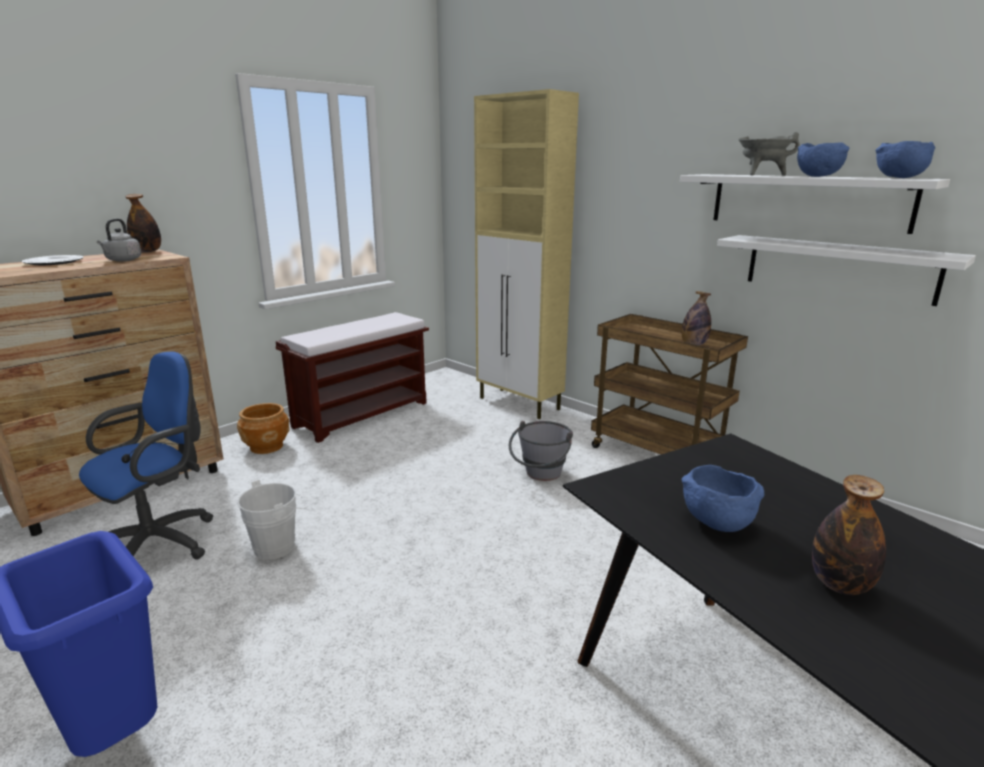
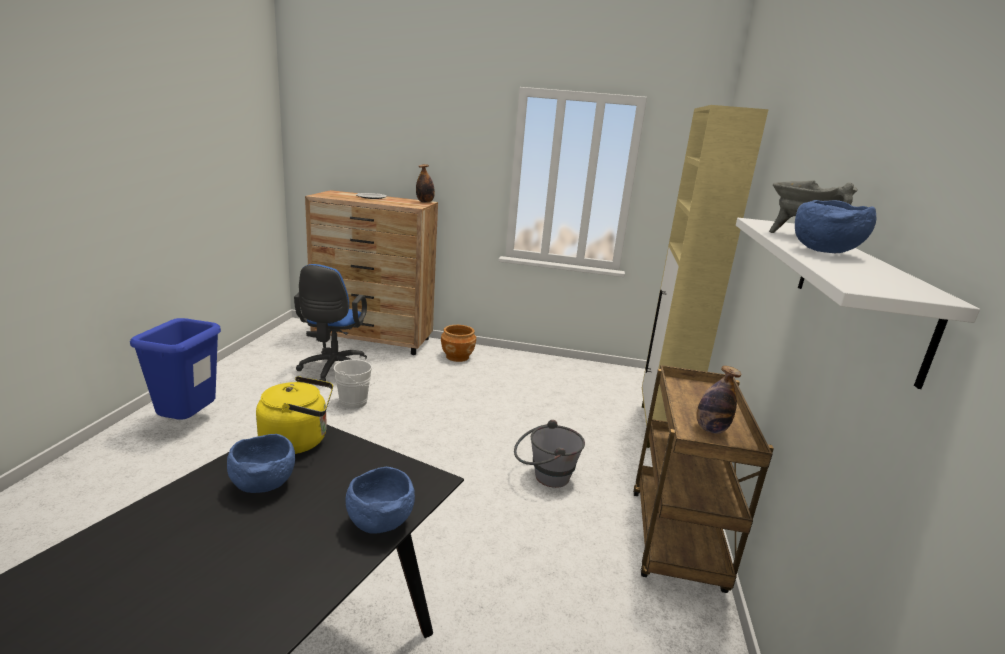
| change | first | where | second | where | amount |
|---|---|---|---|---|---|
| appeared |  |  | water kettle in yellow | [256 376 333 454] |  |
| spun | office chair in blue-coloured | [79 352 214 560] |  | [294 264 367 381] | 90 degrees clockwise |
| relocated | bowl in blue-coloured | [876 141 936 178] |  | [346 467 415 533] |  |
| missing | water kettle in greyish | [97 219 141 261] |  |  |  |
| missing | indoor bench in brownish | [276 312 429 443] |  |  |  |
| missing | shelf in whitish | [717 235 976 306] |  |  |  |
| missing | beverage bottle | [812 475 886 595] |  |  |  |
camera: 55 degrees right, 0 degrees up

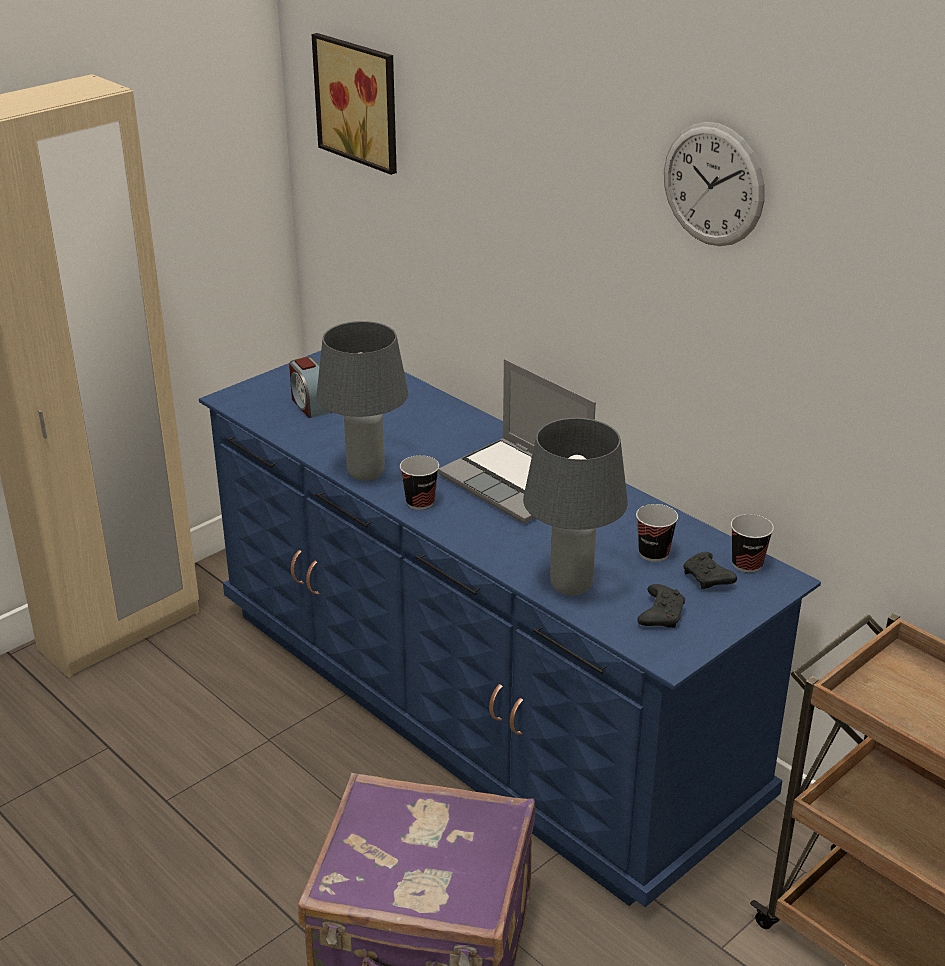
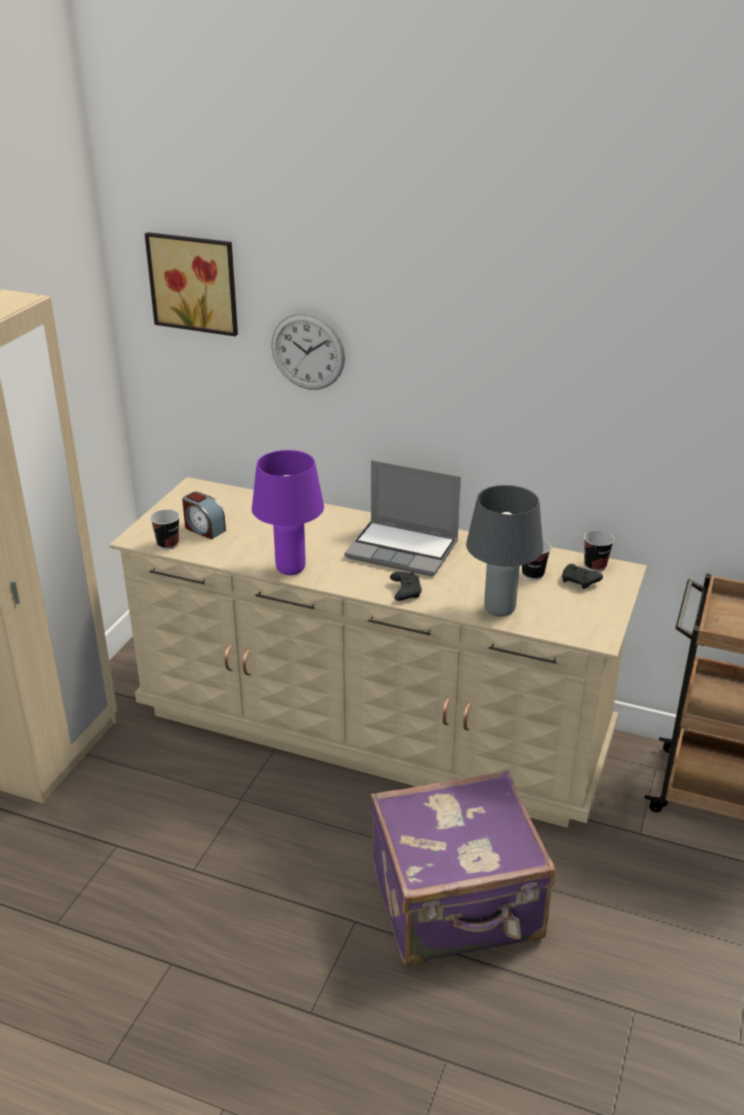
| change | first | where | second | where | amount |
|---|---|---|---|---|---|
| colour | drawer chest in blue-coloured | [199 351 821 907] | drawer chest in sand-coloured | [109 477 647 828] |  |
| relocated | small cup | [400 455 439 510] |  | [150 510 180 549] |  |
| colour | tabletop lamp in greyish | [316 321 408 481] | tabletop lamp in purple | [252 450 324 575] |  |
| relocated | wall clock | [664 122 765 246] |  | [271 313 345 390] |  |
| relocated | joypad in black | [637 584 685 628] |  | [390 572 422 601] |  |
camera: 25 degrees left, 0 degrees up

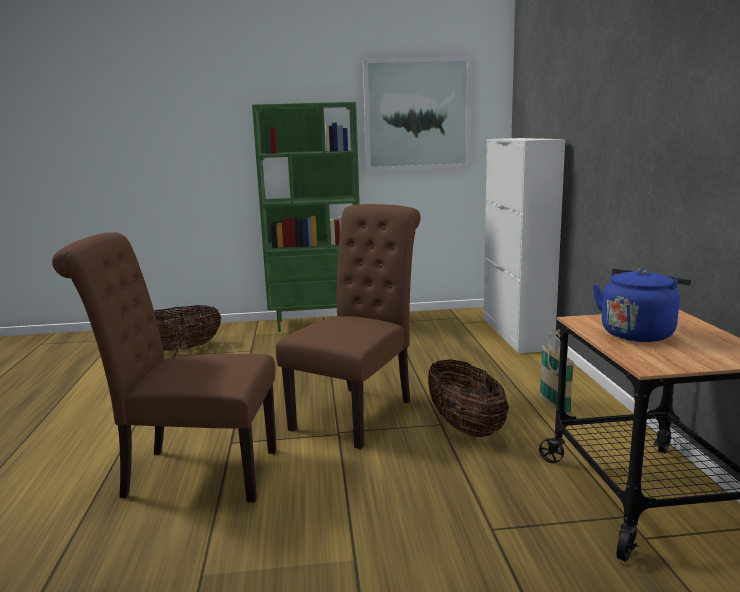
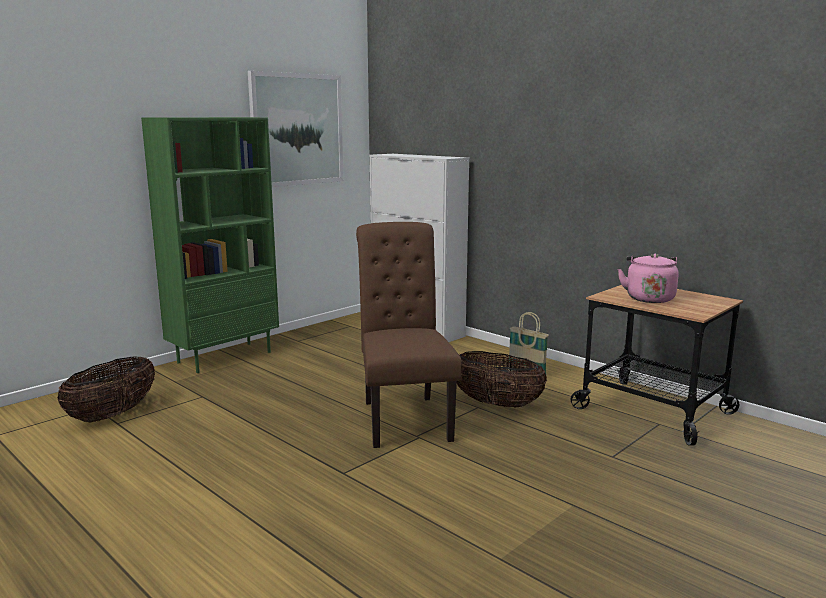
| change | first | where | second | where | amount |
|---|---|---|---|---|---|
| colour | water kettle in blue-coloured | [592 268 691 342] | water kettle in pink-coloured | [618 254 679 303] |  |
| missing | chair in brownish | [52 232 277 502] |  |  |  |
camera: 40 degrees left, 0 degrees up

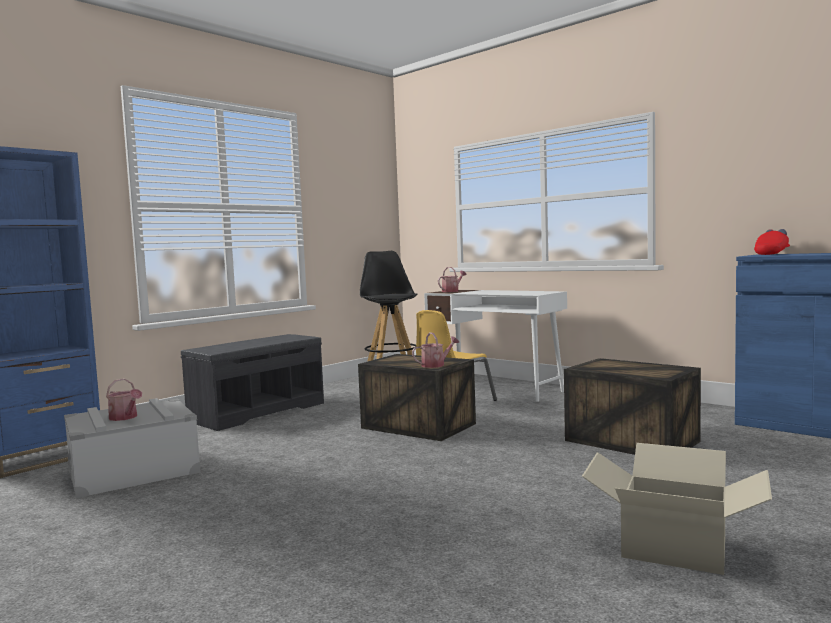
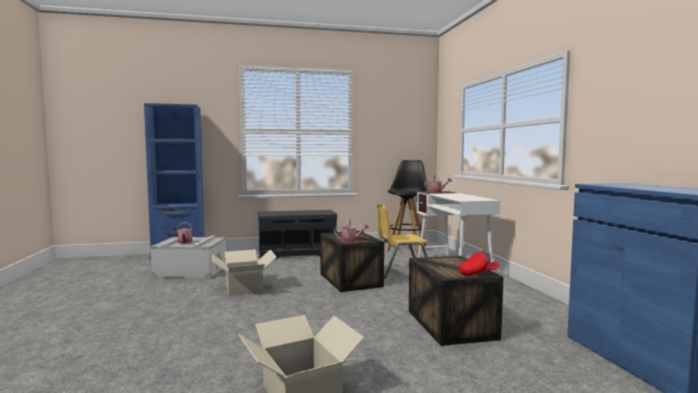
| change | first | where | second | where | amount |
|---|---|---|---|---|---|
| appeared |  |  | carton | [211 249 277 296] |  |
| relocated | peaked cap in red | [754 229 790 255] |  | [459 250 500 276] |  |
camera: 35 degrees right, 0 degrees up

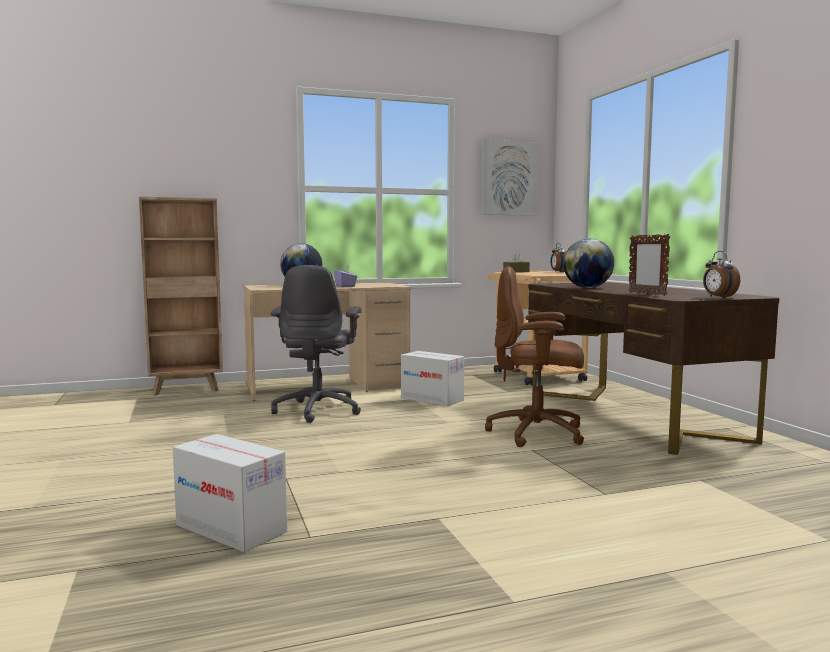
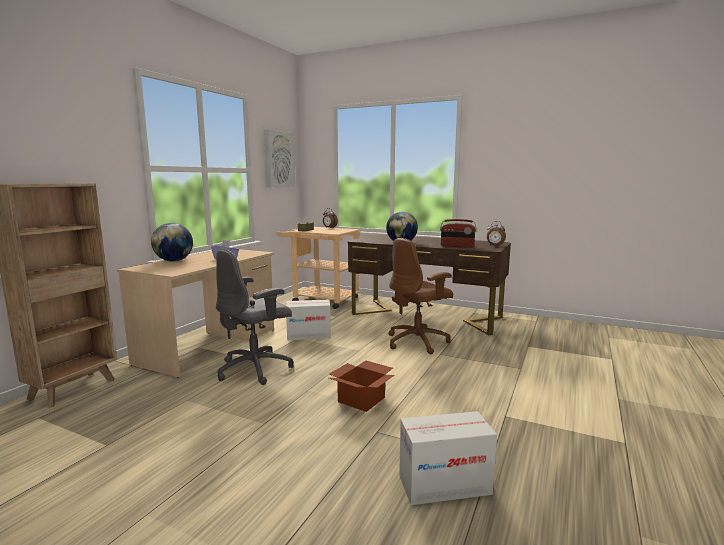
| change | first | where | second | where | amount |
|---|---|---|---|---|---|
| spun | office chair in greyish | [271 265 362 423] |  | [216 249 294 385] | 90 degrees clockwise |
| appeared |  |  | carton | [329 360 394 412] |  |
| exchanged | picture frame | [629 234 670 296] | radio receiver | [440 219 477 248] |  |
camera: 45 degrees left, 5 degrees up

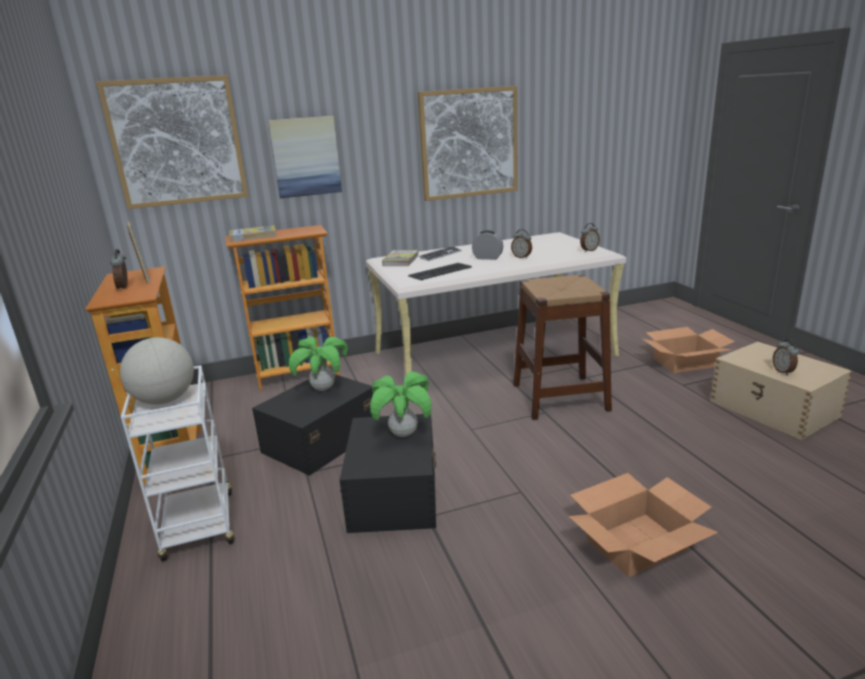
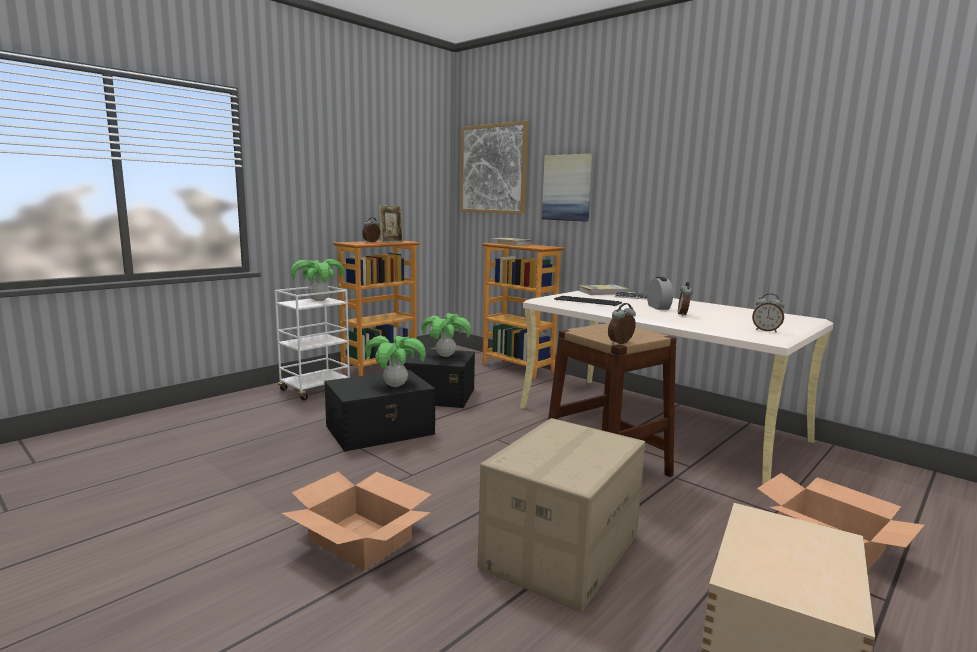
| change | first | where | second | where | amount |
|---|---|---|---|---|---|
| exchanged | desk globe | [120 337 194 405] | potted plant | [291 259 344 301] |  |
| appeared |  |  | carton | [478 418 645 613] |  |
| relocated | bedside clock | [773 339 799 375] |  | [608 303 636 344] |  |
| missing | wall picture | [418 86 517 201] |  |  |  |
camera: 60 degrees right, 10 degrees down

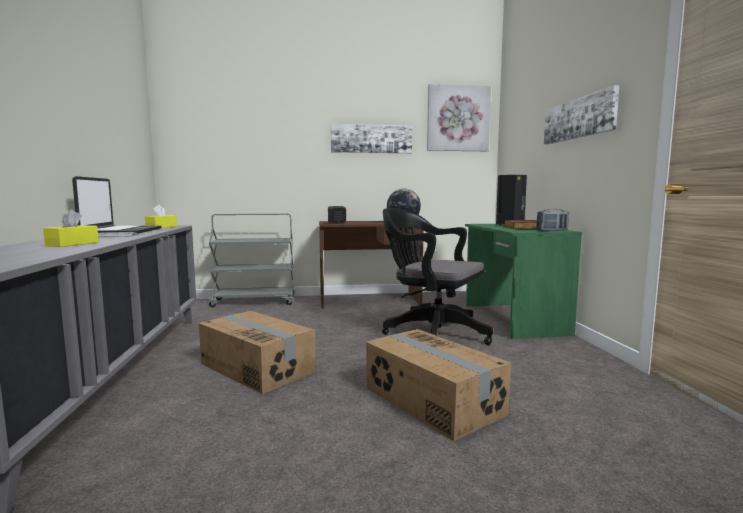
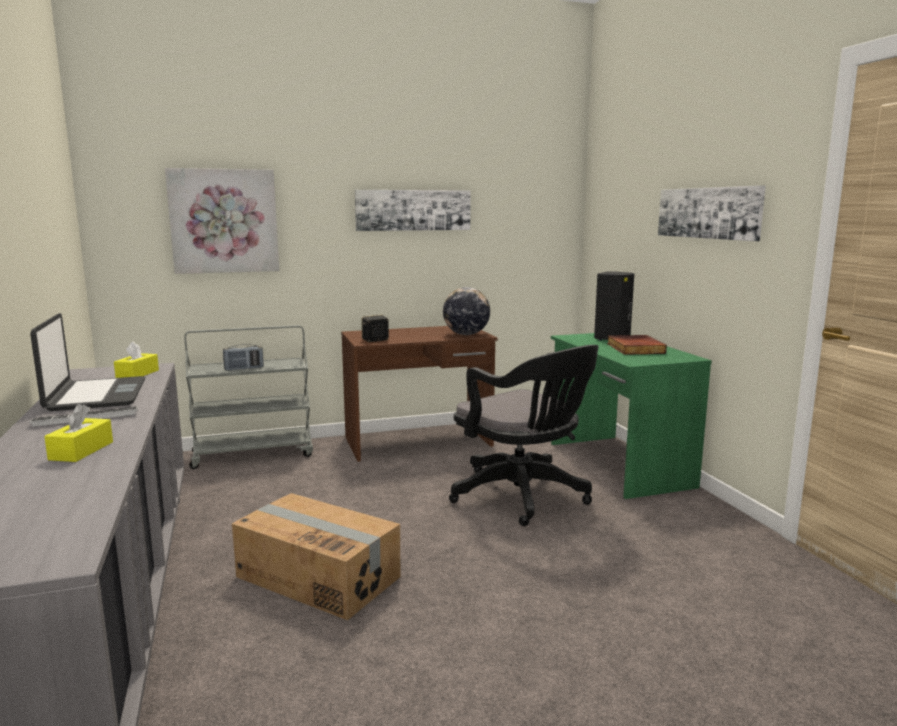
| change | first | where | second | where | amount |
|---|---|---|---|---|---|
| relocated | wall picture | [427 84 491 151] |  | [165 168 279 274] |  |
| relocated | radio receiver | [537 209 569 231] |  | [223 344 263 371] |  |
| spun | office chair in black | [382 208 493 345] |  | [449 345 599 526] | 150 degrees counterclockwise |
| missing | carton | [366 329 511 441] |  |  |  |
camera: 10 degrees left, 5 degrees up

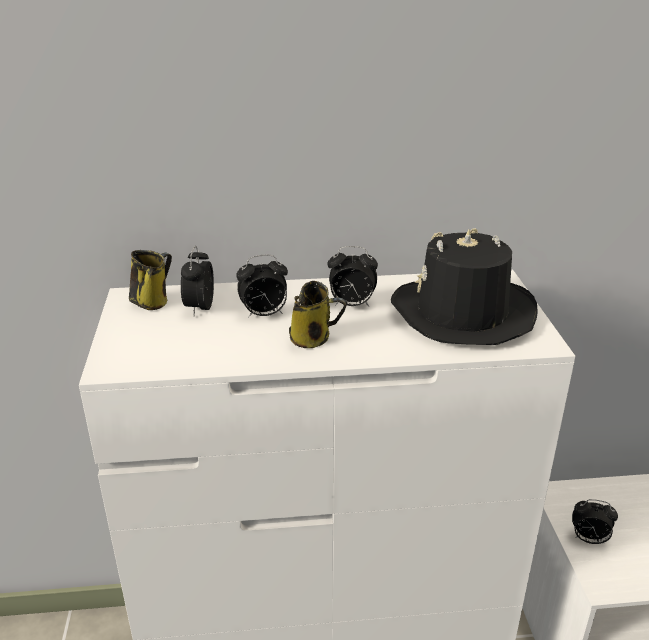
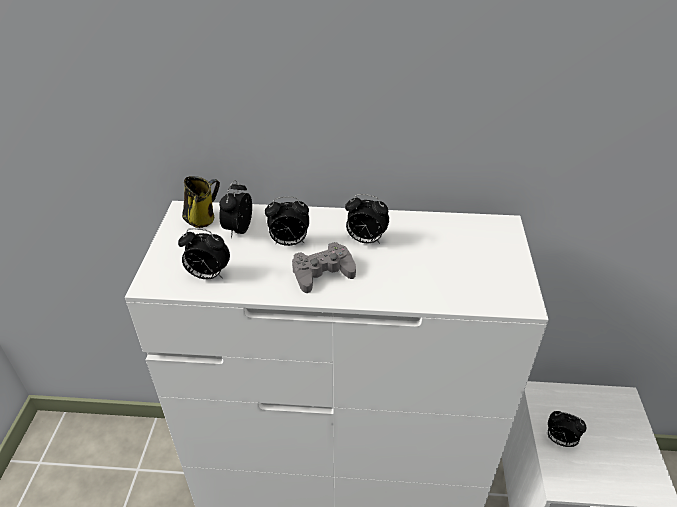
| change | first | where | second | where | amount |
|---|---|---|---|---|---|
| appeared |  |  | bedside clock | [178 228 230 279] |  |
| exchanged | mug | [289 281 346 348] | joypad in greyish | [292 242 356 293] |  |
| missing | wearable hat in black | [391 228 538 345] |  |  |  |
camera: 10 degrees right, 10 degrees up

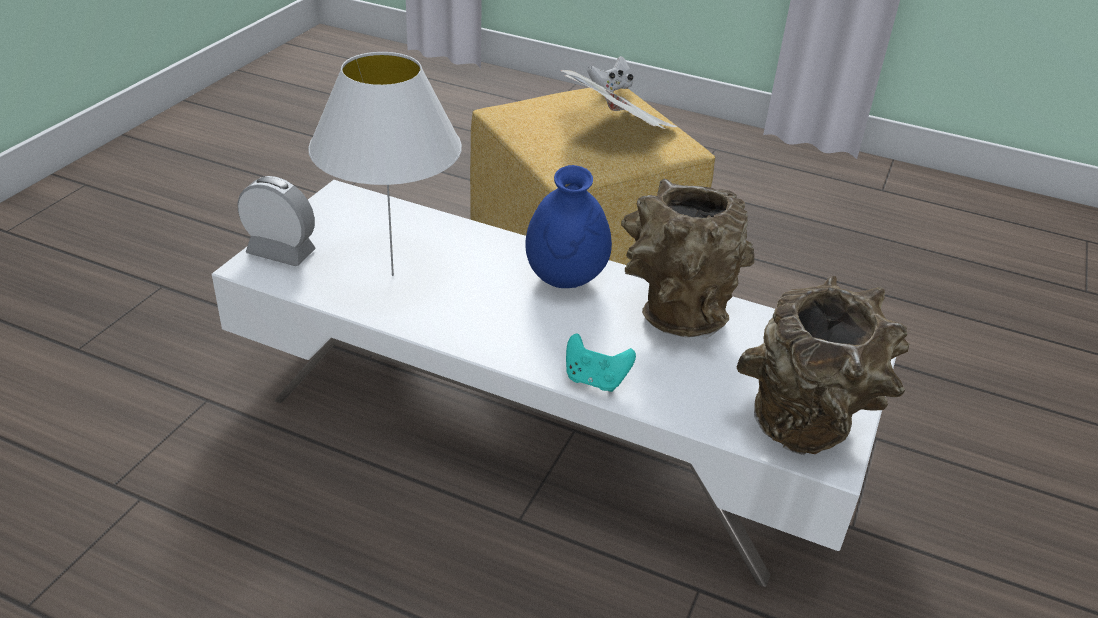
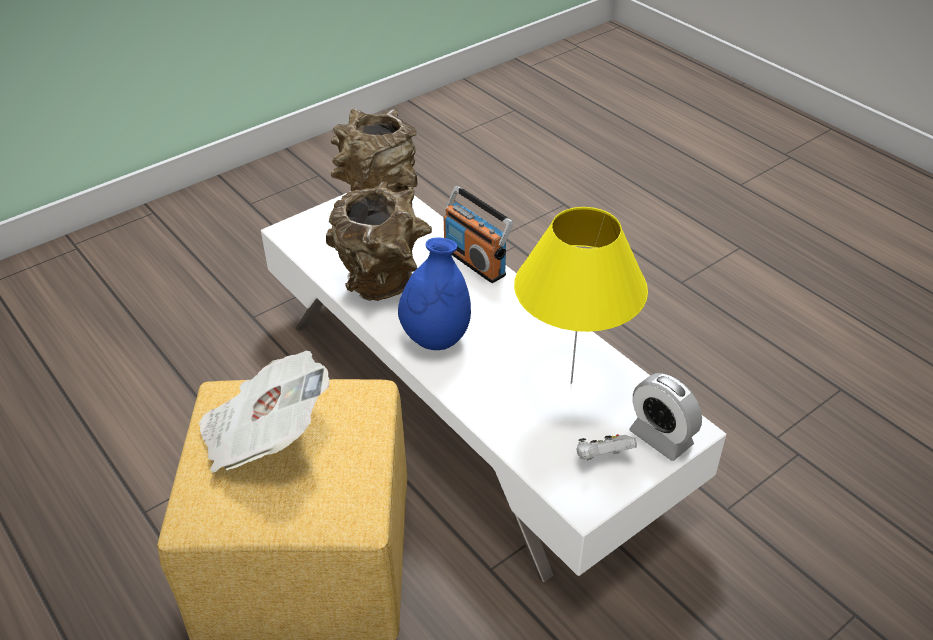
| change | first | where | second | where | amount |
|---|---|---|---|---|---|
| exchanged | joypad in turquoise | [566 334 636 392] | radio receiver | [444 186 513 283] |  |
| colour | tabletop lamp in whitish | [308 52 462 276] | tabletop lamp in yellow | [514 207 648 384] |  |
| relocated | joypad in whitish | [588 56 633 92] |  | [576 434 637 460] |  |
camera: 150 degrees left, 5 degrees up

